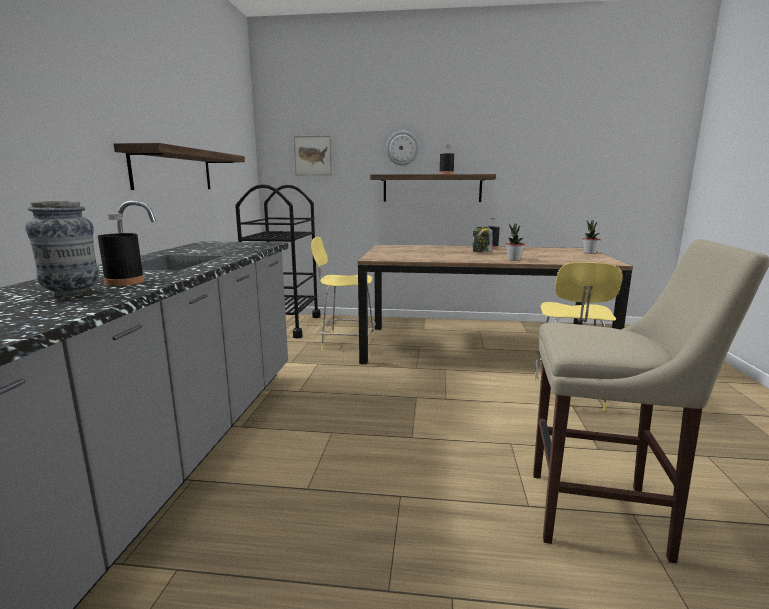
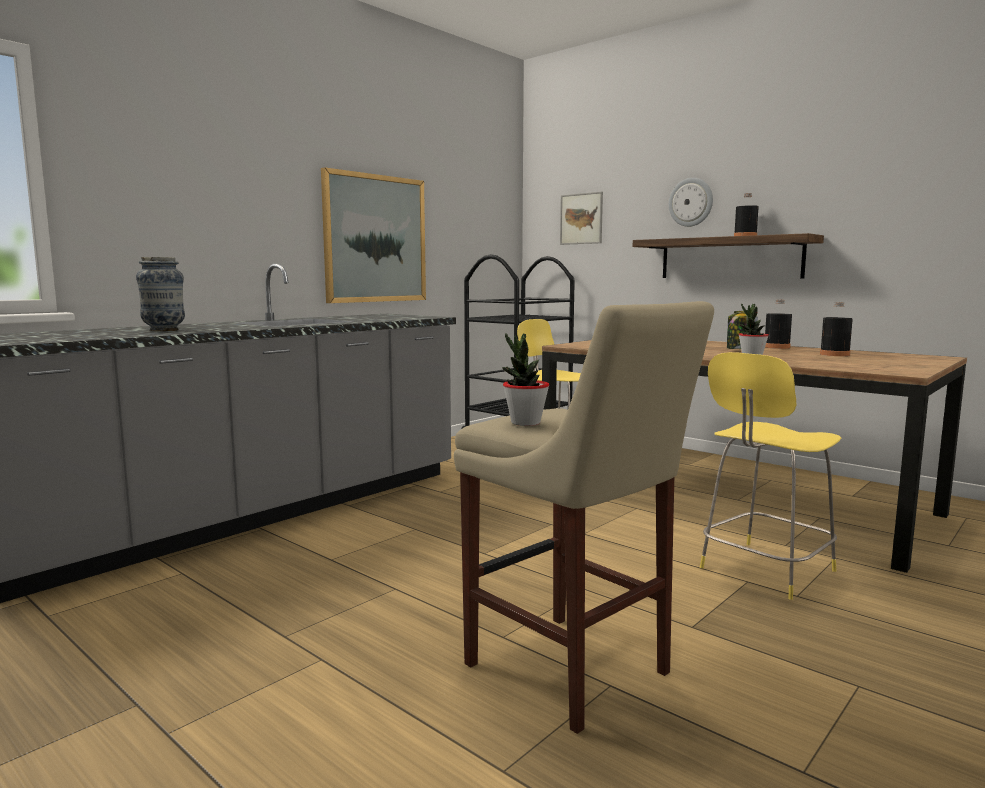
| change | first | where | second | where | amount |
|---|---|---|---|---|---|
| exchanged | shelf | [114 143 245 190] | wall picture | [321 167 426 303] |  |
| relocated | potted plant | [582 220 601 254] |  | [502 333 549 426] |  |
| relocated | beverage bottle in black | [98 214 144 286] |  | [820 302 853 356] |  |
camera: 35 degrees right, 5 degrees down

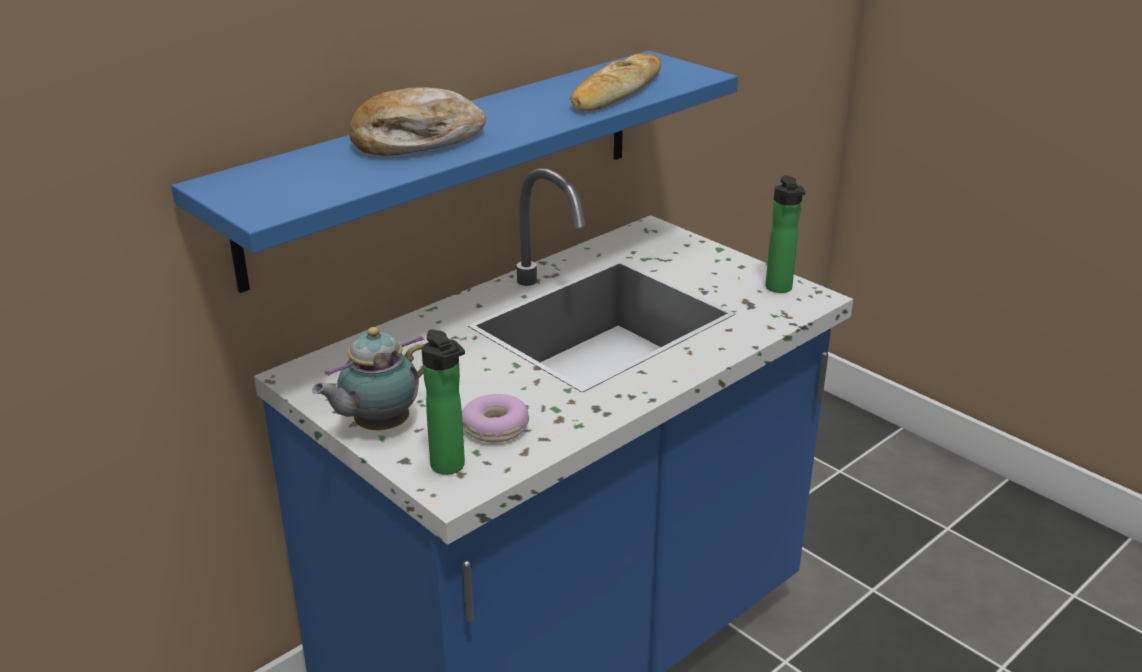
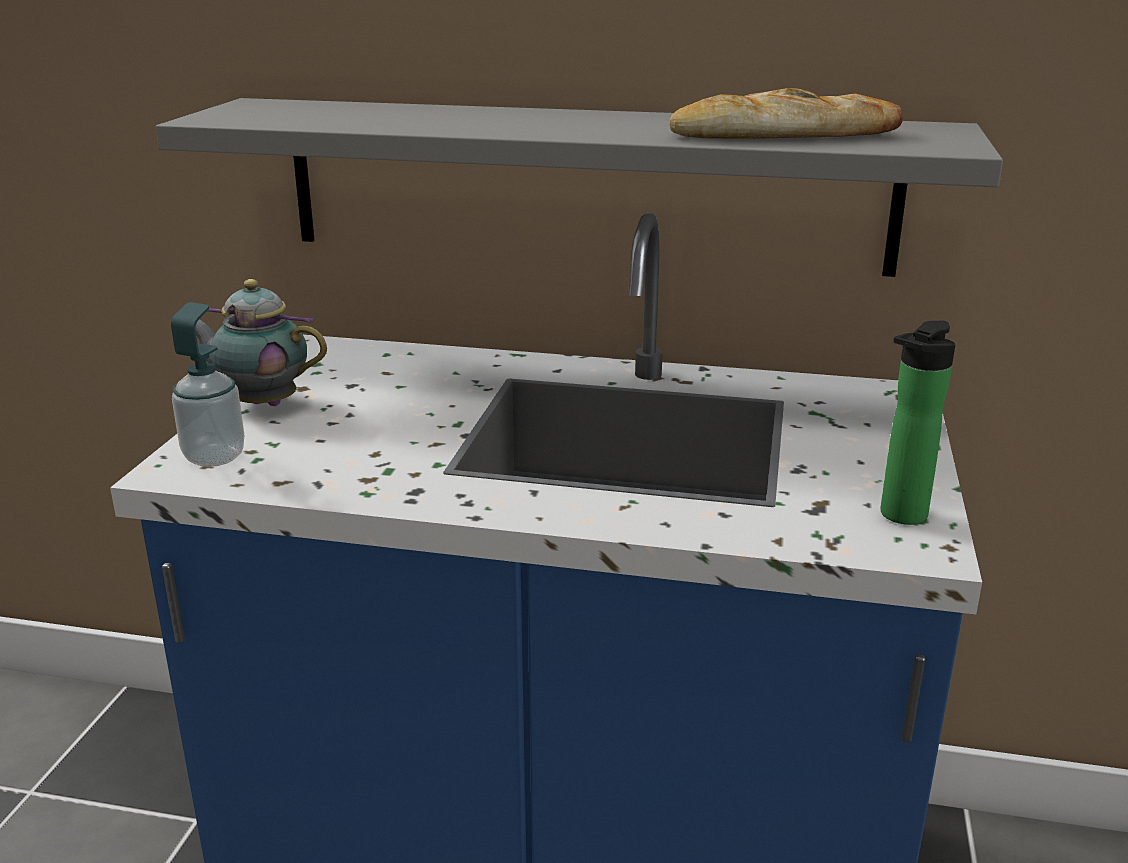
| change | first | where | second | where | amount |
|---|---|---|---|---|---|
| colour | shelf in blue-coloured | [171 51 738 293] | shelf in greyish | [156 98 1003 277] |  |
| exchanged | beverage bottle | [422 330 465 475] | soap bottle | [171 302 244 467] |  |
| missing | bakery bread | [349 87 486 156] |  |  |  |
| missing | doughnut | [462 394 529 443] |  |  |  |
camera: 55 degrees right, 5 degrees down

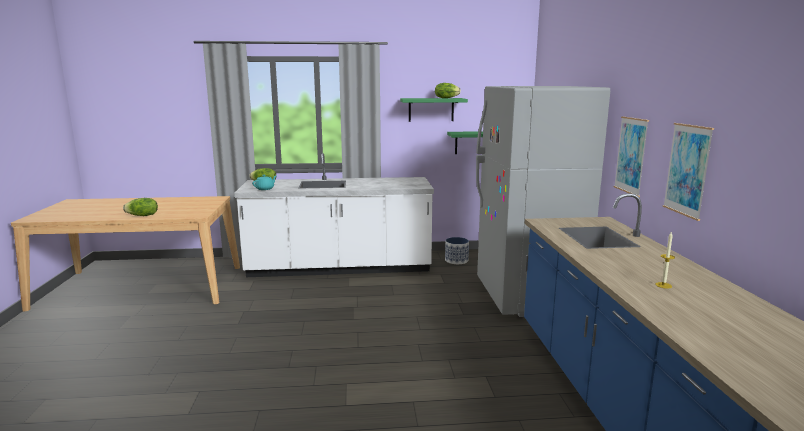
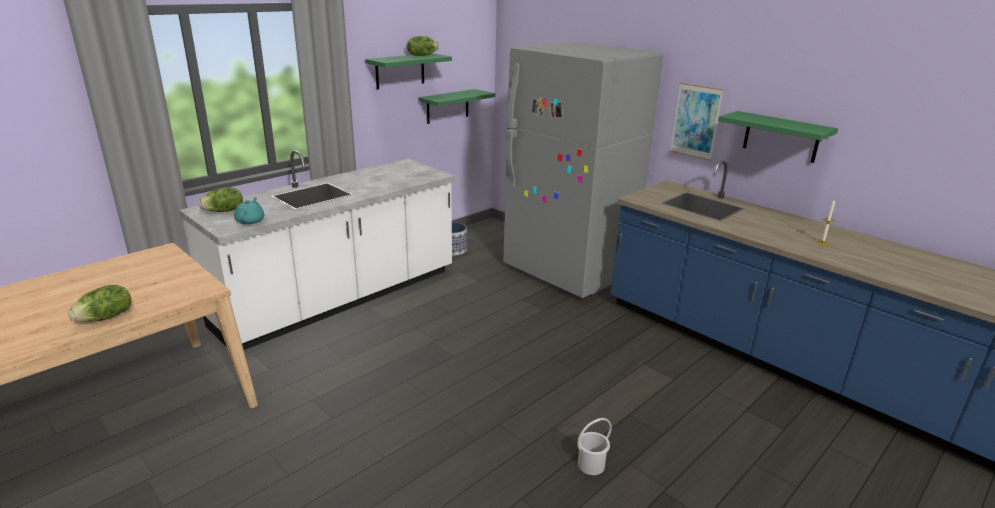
| change | first | where | second | where | amount |
|---|---|---|---|---|---|
| appeared |  |  | pail in whitish | [577 418 612 475] |  |
| exchanged | wall picture | [663 123 714 221] | shelf in green-coloured | [718 111 838 163] |  |
camera: 40 degrees left, 10 degrees up

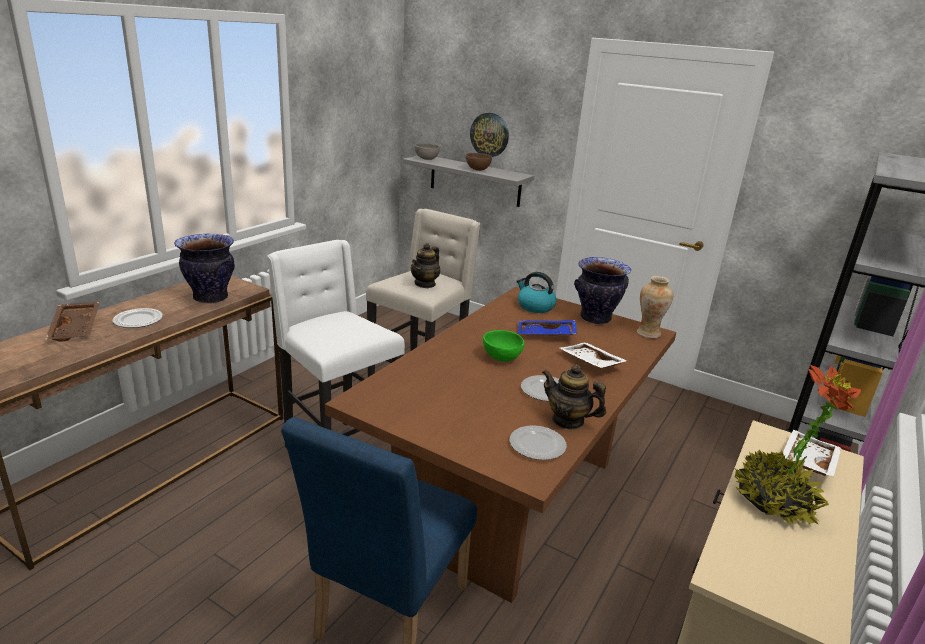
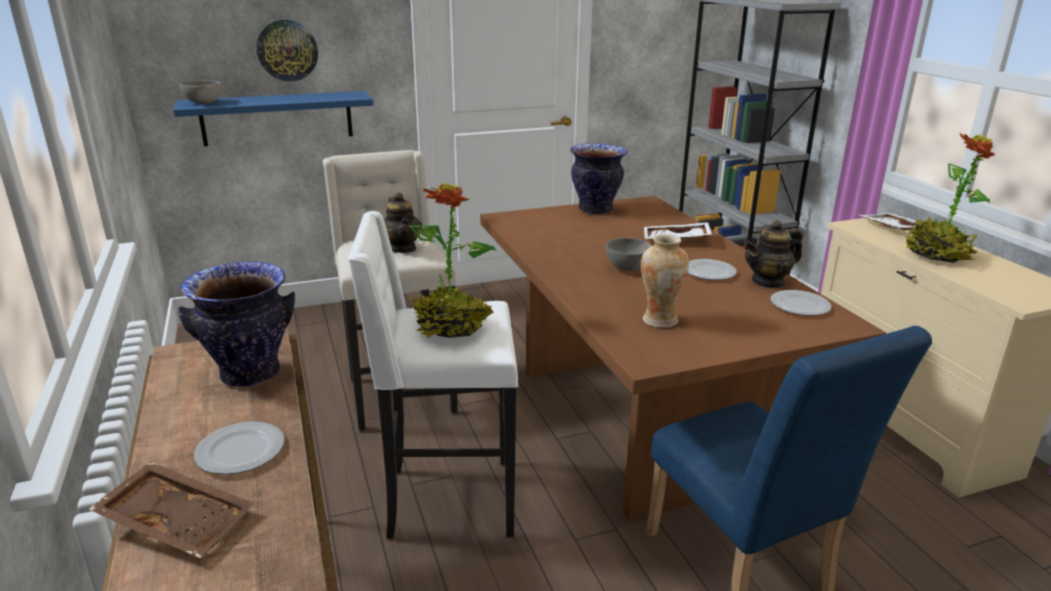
| change | first | where | second | where | amount |
|---|---|---|---|---|---|
| colour | shelf in greyish | [403 156 534 207] | shelf in blue-coloured | [173 91 373 146] |  |
| appeared |  |  | potted plant | [410 182 496 338] |  |
| colour | bowl in green-coloured | [483 330 524 362] | bowl in greyish | [606 238 652 271] |  |
| relocated | vase | [637 276 673 338] |  | [641 234 689 328] |  |
| missing | bowl in brownish | [466 153 492 171] |  |  |  |
| missing | water kettle | [516 272 557 313] |  |  |  |
| missing | tray in blue-coloured | [518 320 577 337] |  |  |  |
camera: 50 degrees left, 0 degrees up

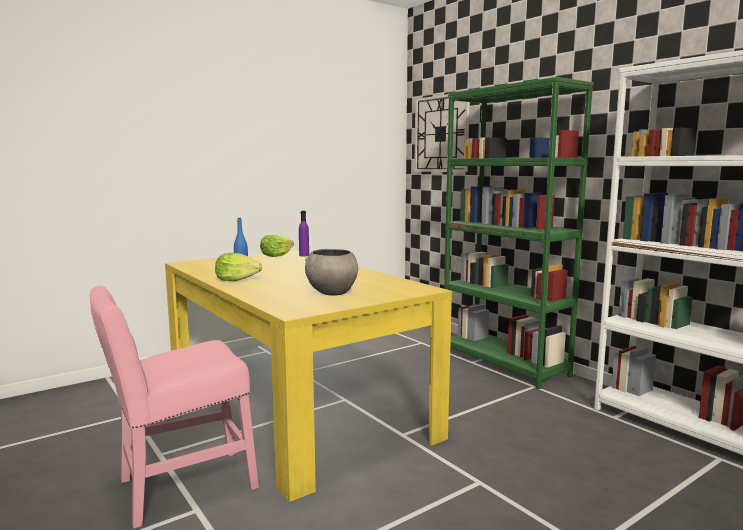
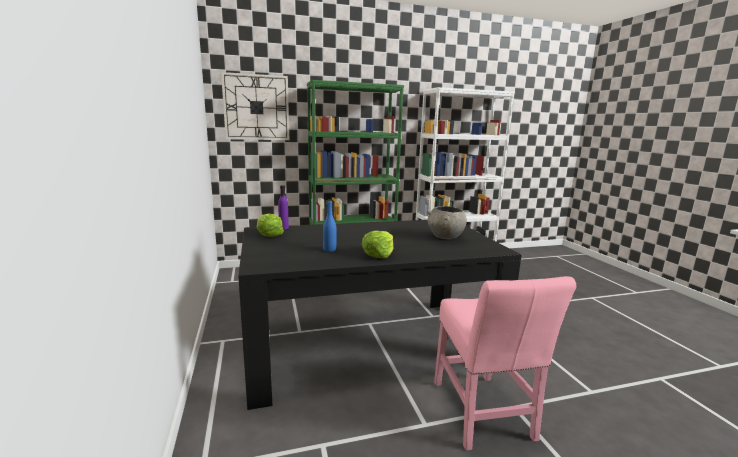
| change | first | where | second | where | amount |
|---|---|---|---|---|---|
| colour | dining table in yellow | [165 250 452 502] | dining table in black | [238 220 522 410] |  |
camera: 70 degrees left, 5 degrees up

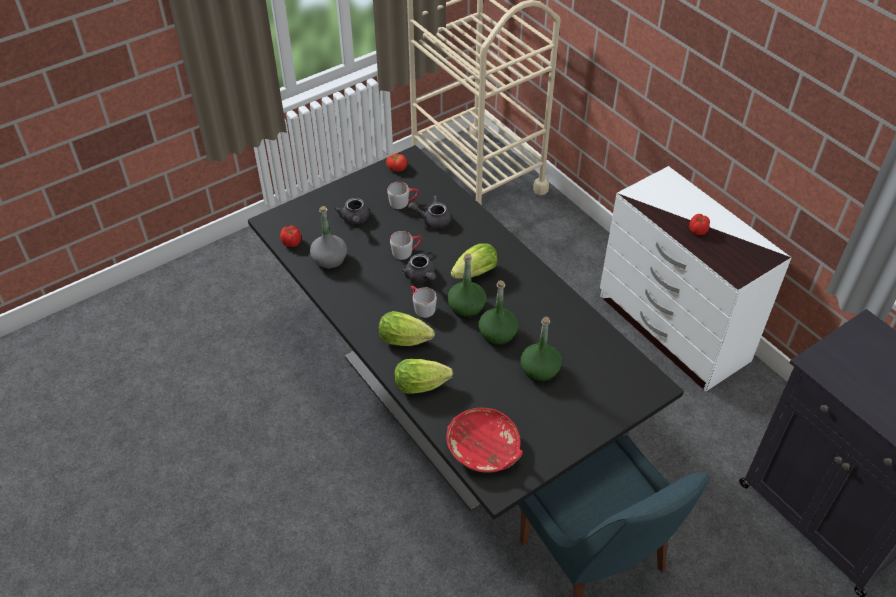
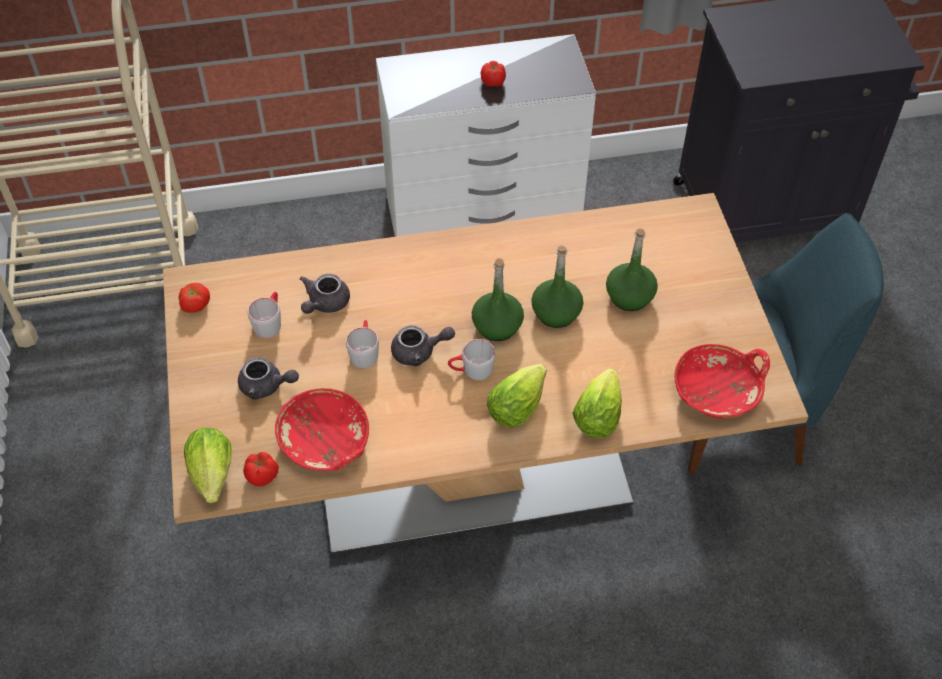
| change | first | where | second | where | amount |
|---|---|---|---|---|---|
| colour | dining table in black | [248 145 684 520] | dining table in sand-coloured | [163 193 809 555] |  |
| relocated | head of lettuce | [451 243 498 279] |  | [184 427 232 503] |  |
| exchanged | beverage bottle in greyish | [310 206 347 269] | bowl in red | [275 388 369 472] |  |
camera: 65 degrees left, 5 degrees up

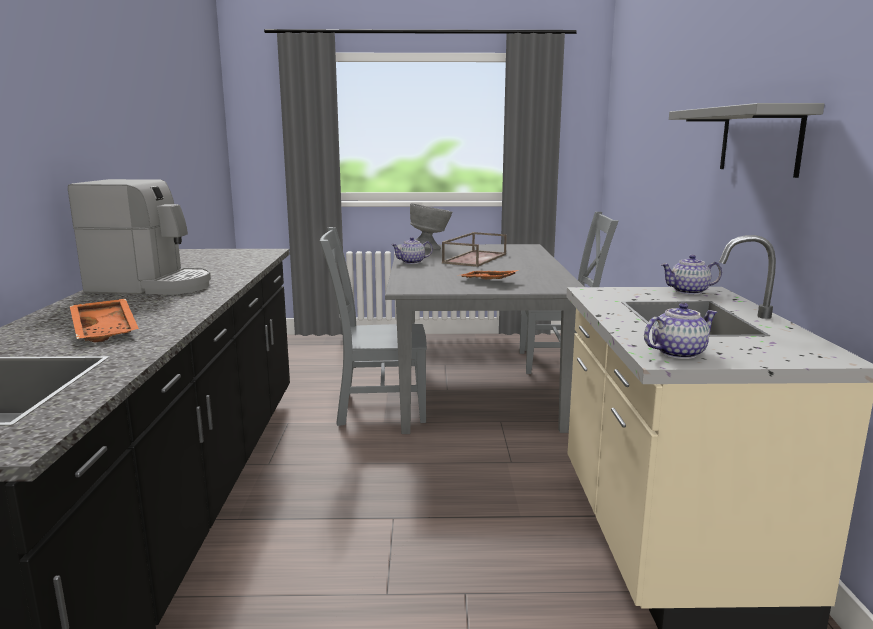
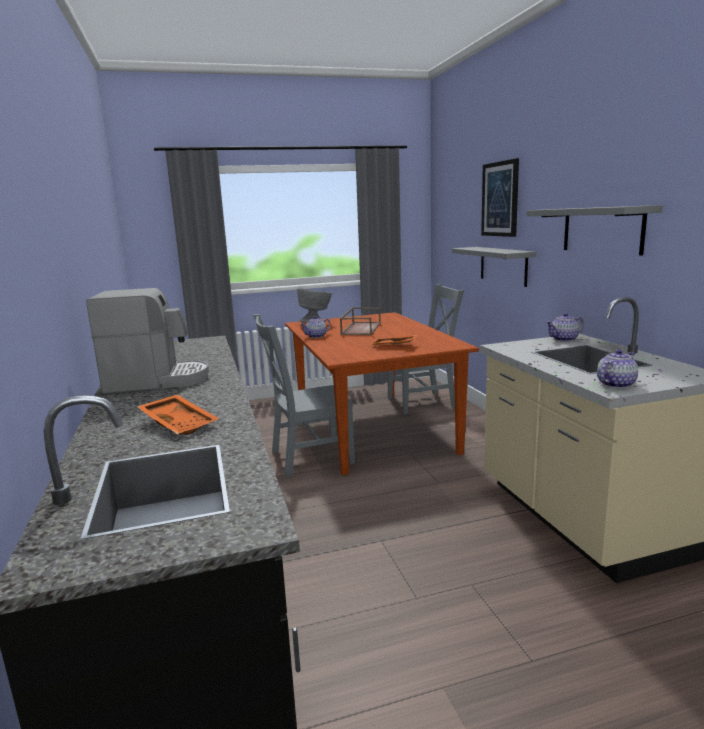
| change | first | where | second | where | amount |
|---|---|---|---|---|---|
| colour | dining table in greyish | [385 244 584 434] | dining table in brownish | [285 312 479 475] |  |
| appeared |  |  | shelf in greyish | [452 247 536 287] |  |
| appeared |  |  | wall picture | [481 158 519 237] |  |
camera: 15 degrees left, 0 degrees up

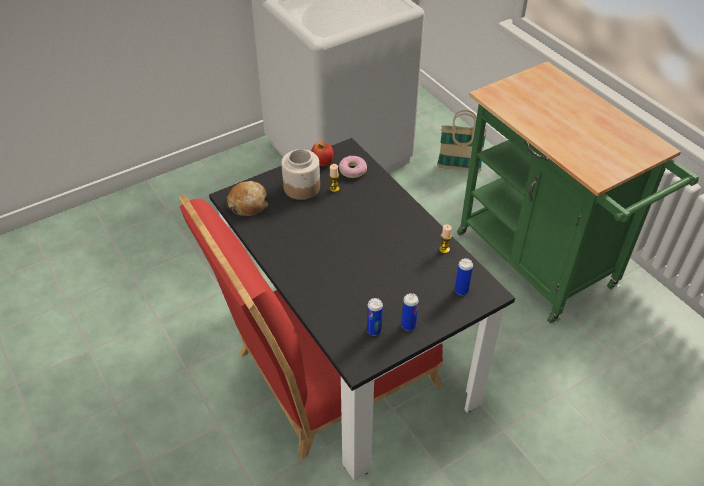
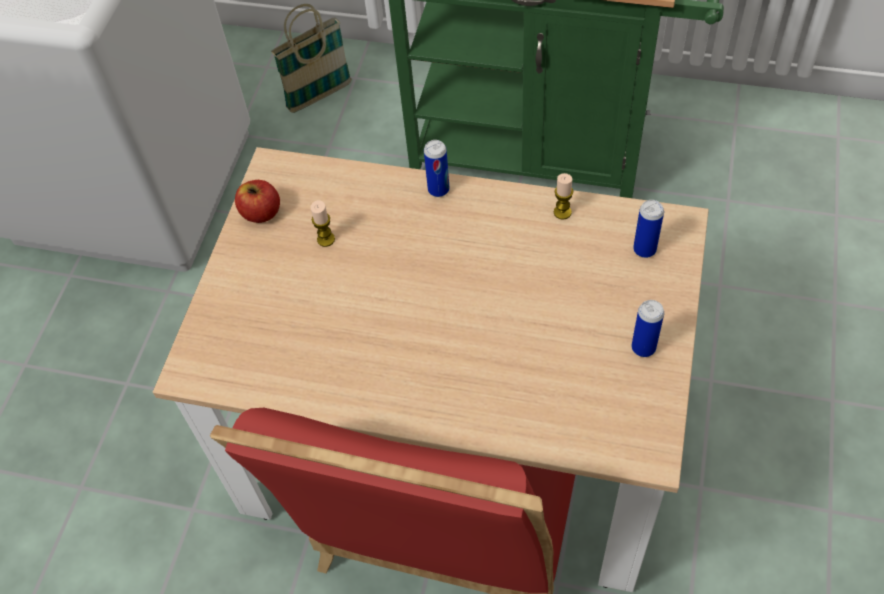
| change | first | where | second | where | amount |
|---|---|---|---|---|---|
| colour | dining table in black | [209 138 515 481] | dining table in sand-coloured | [153 147 709 592] |  |
| relocated | can | [367 298 383 336] |  | [424 140 449 197] |  |
| missing | bakery bread | [226 181 268 216] |  |  |  |
| missing | jar | [281 149 320 200] |  |  |  |
| missing | doughnut | [339 156 367 178] |  |  |  |
camera: 40 degrees left, 10 degrees up

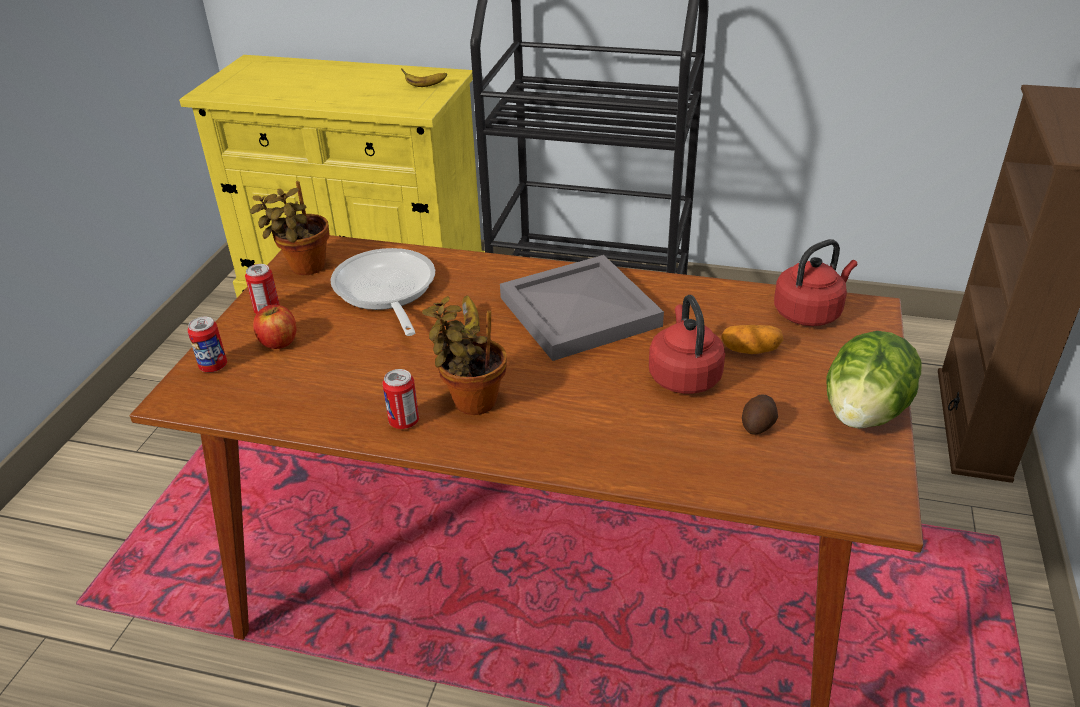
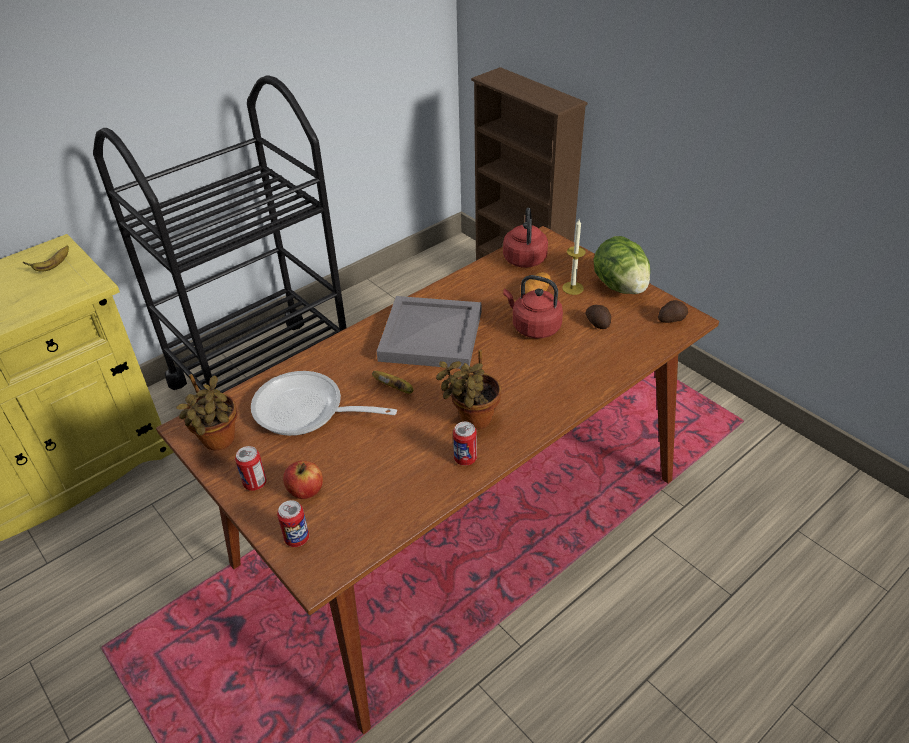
| change | first | where | second | where | amount |
|---|---|---|---|---|---|
| appeared |  |  | wax candle | [562 219 586 295] |  |
| appeared |  |  | whole potato | [658 300 688 323] |  |
camera: 55 degrees left, 5 degrees up

